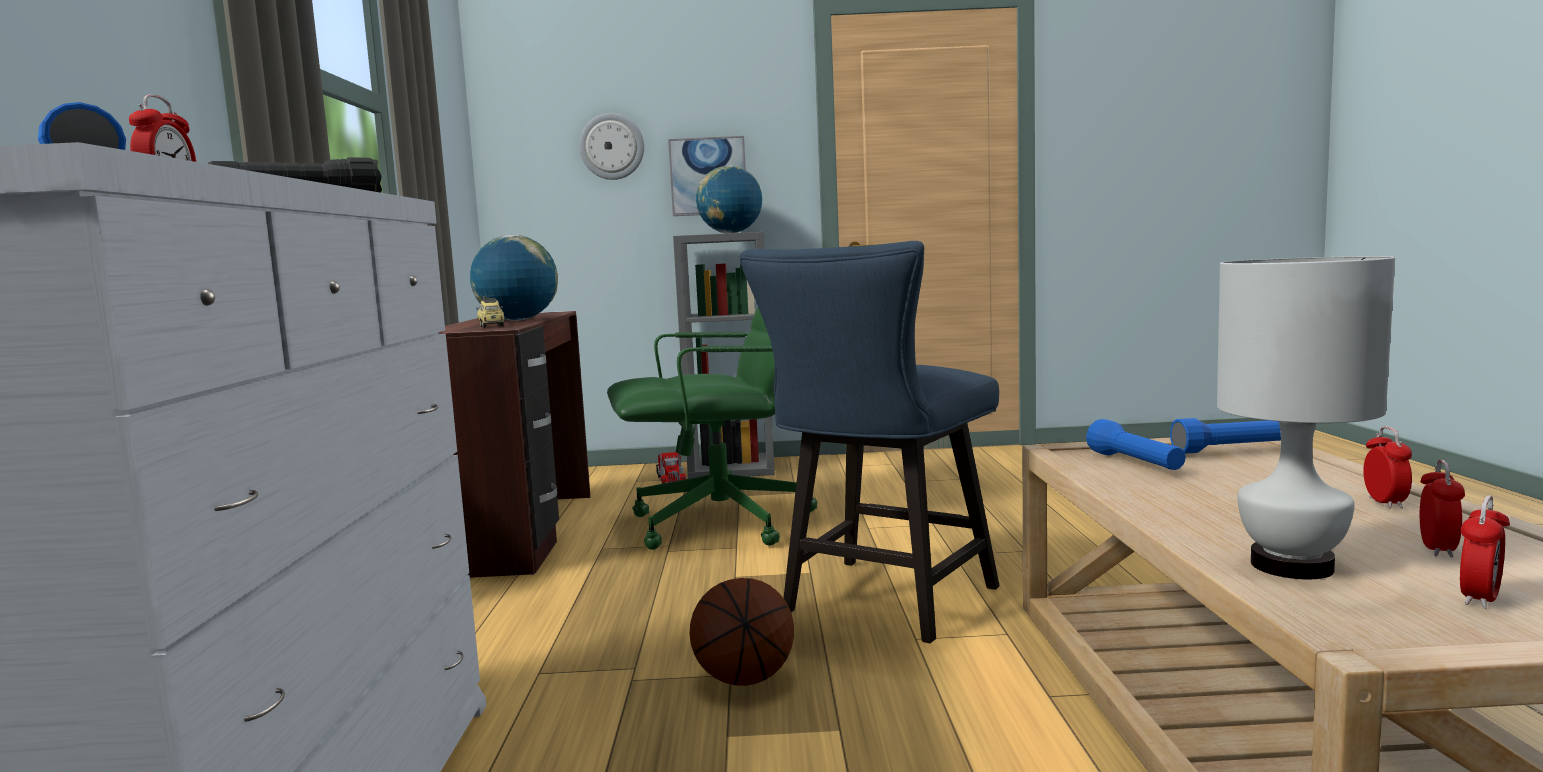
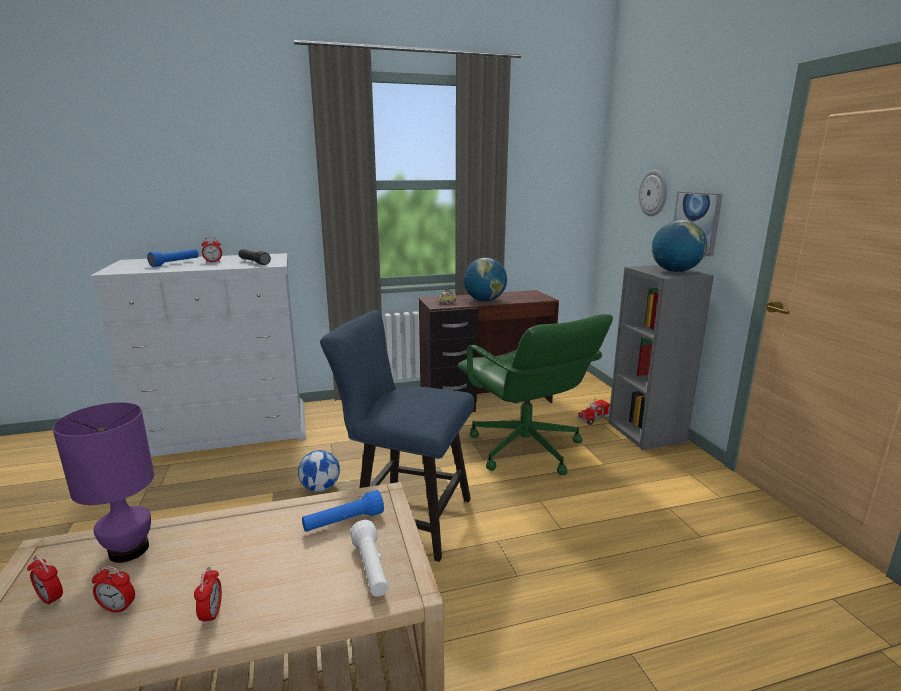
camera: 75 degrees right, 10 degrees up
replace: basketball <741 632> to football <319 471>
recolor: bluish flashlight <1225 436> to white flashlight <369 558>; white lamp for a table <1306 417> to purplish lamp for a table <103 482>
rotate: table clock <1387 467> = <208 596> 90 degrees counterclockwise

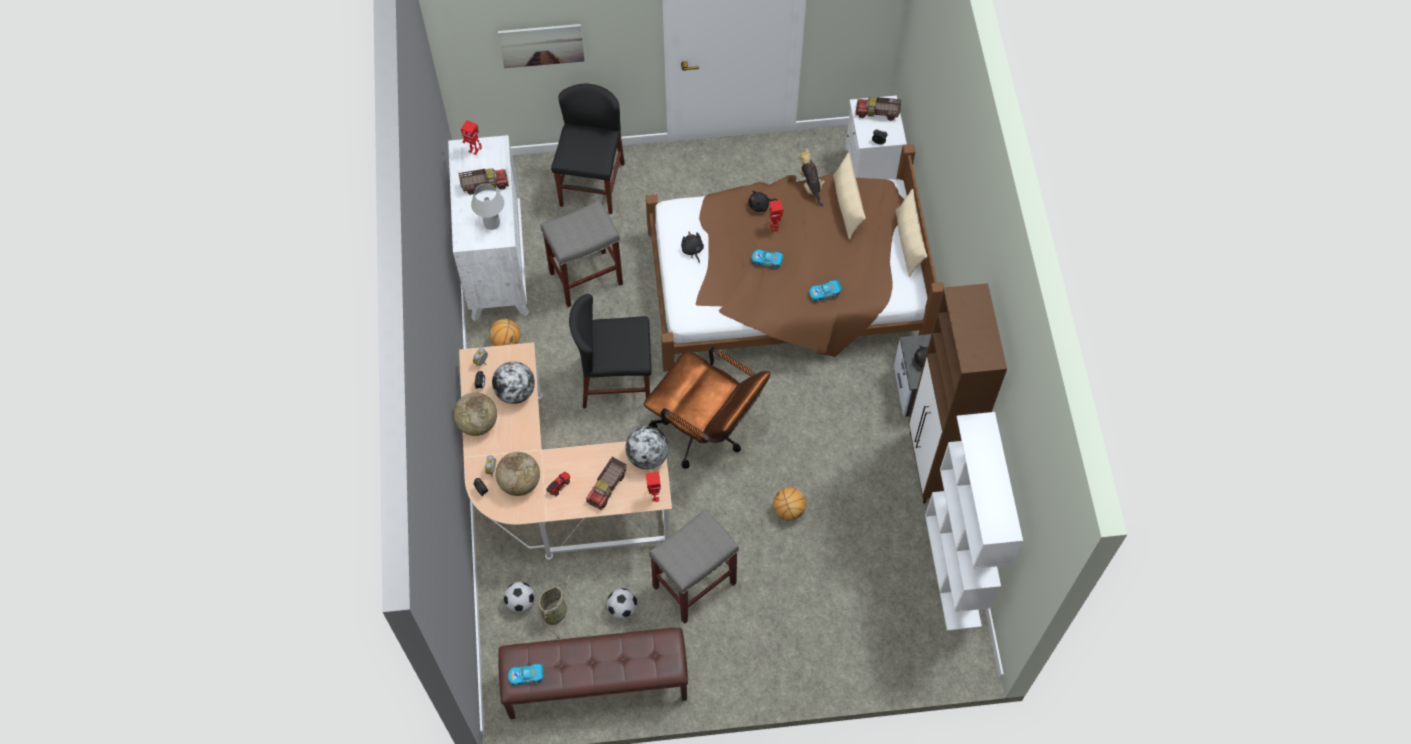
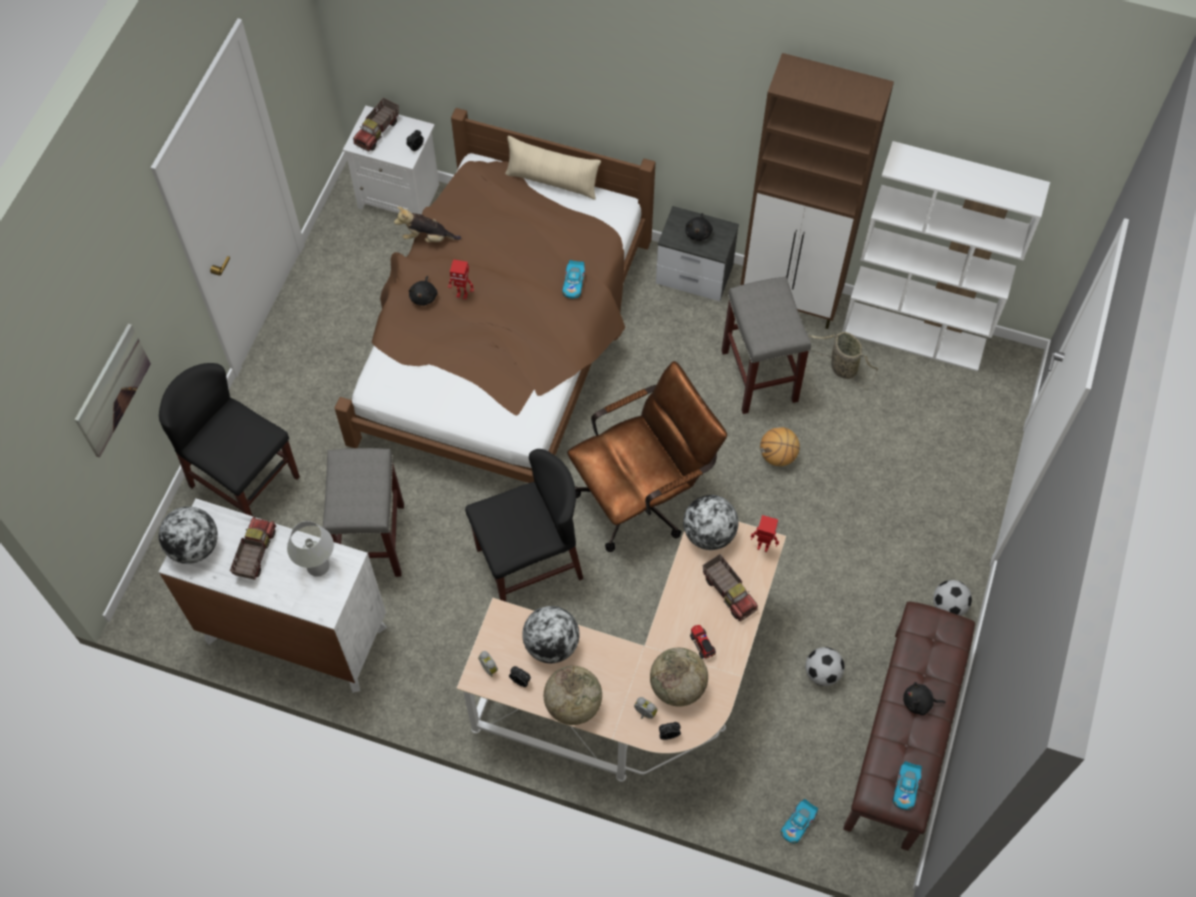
camera: 65 degrees left, 0 degrees up
delete: basketball <505 332>; beige-coloured cushion <849 196>
move: football <519 597> to <952 598>; household basket <554 607> to <843 359>; gray sitting stool <694 566> to <766 345>; black-coloured soft toy <692 248> to <924 698>; toy car <767 259> to <799 821>
replace: robot figure <471 137> to desk globe <188 535>
rotate: black-coloured plain chair <610 351> = <524 525> 135 degrees counterclockwise

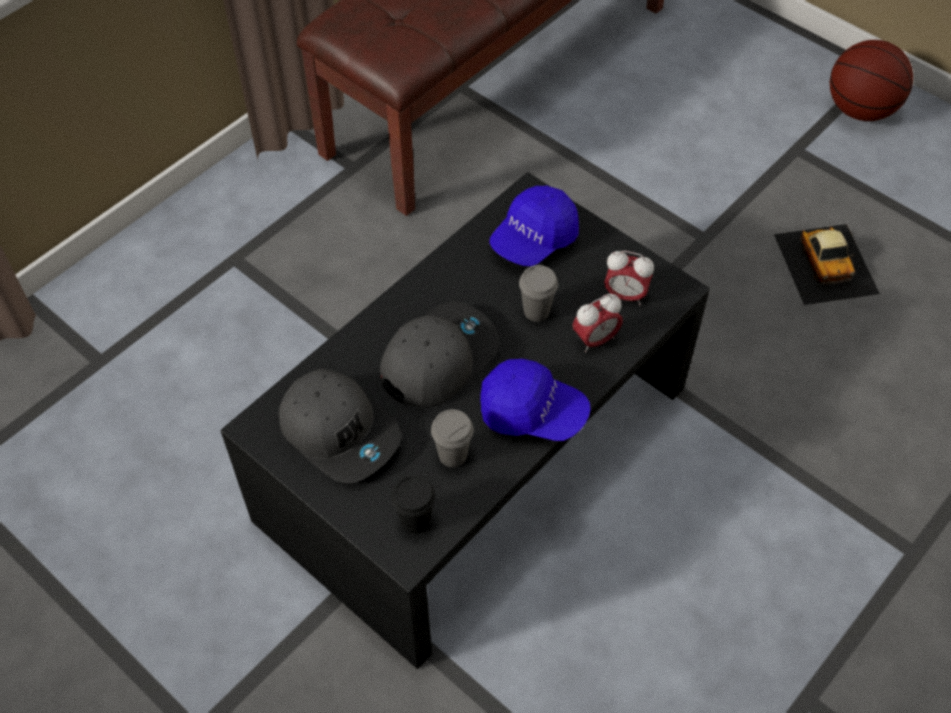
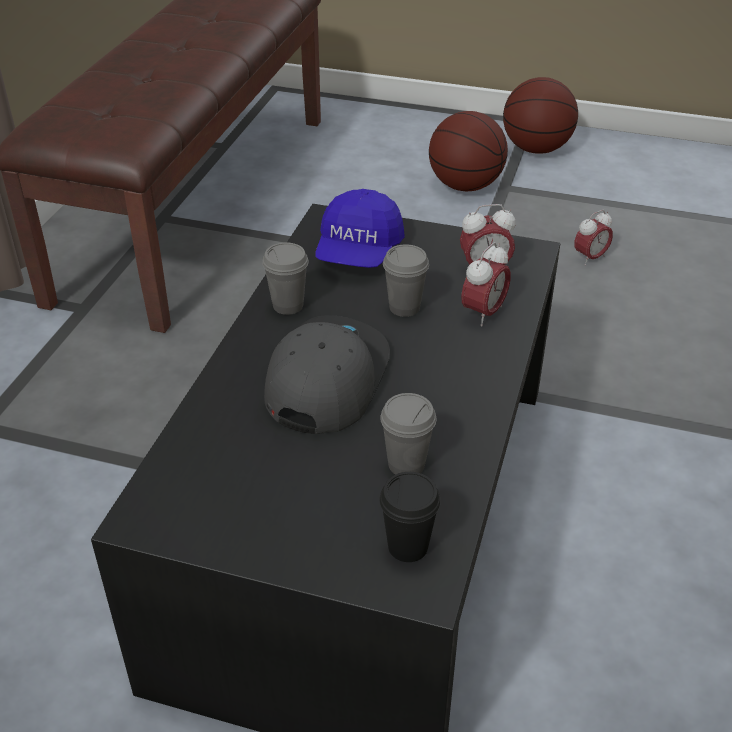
camera: 25 degrees left, 15 degrees down
delete: gray peaked cap <340 426>; bluish peaked cap <535 400>
insert: gray drinking cup <285 278>; basketball <468 151>
replace: toy car <827 264> to table clock <593 237>

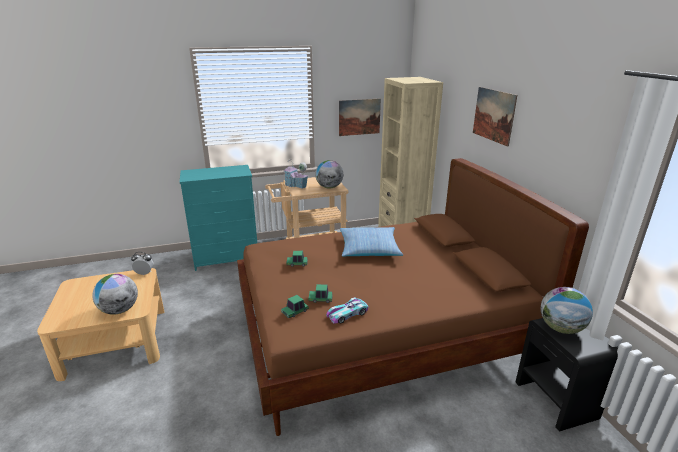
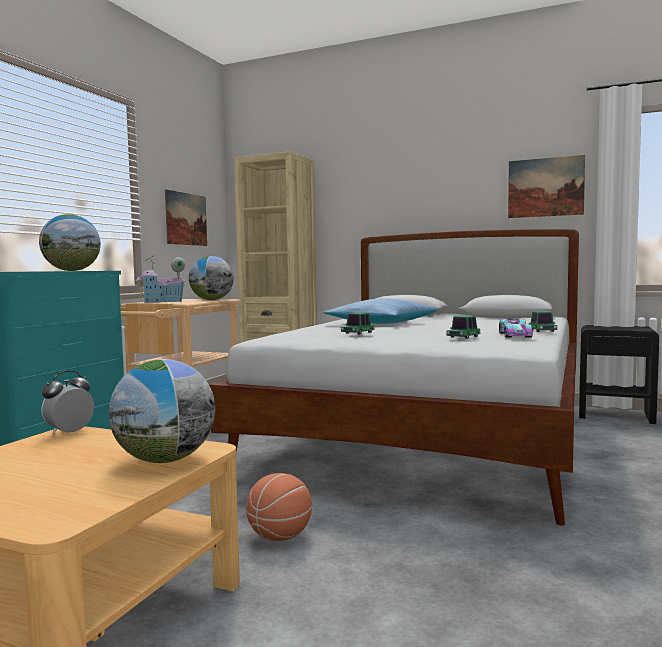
camera: 50 degrees left, 20 degrees down
insert: basketball <279 507>
move: toy car <295 306> to <543 321>; wall art <495 117> to <546 186>; desk globe <567 310> to <70 242>
recolor: brownish sleeping bed <413 297> to white sleeping bed <394 377>

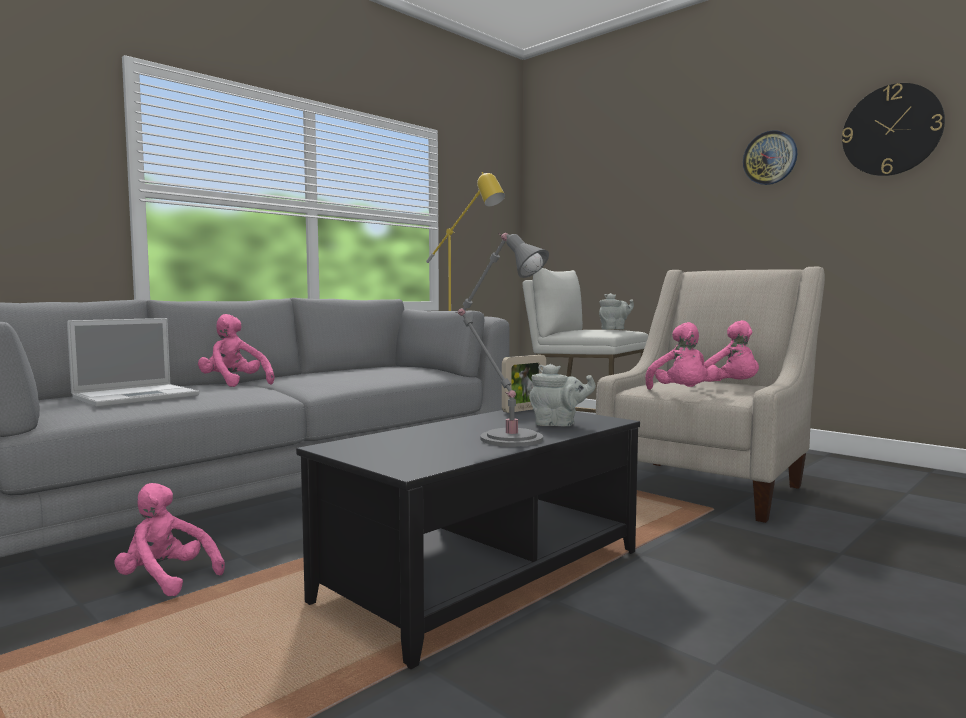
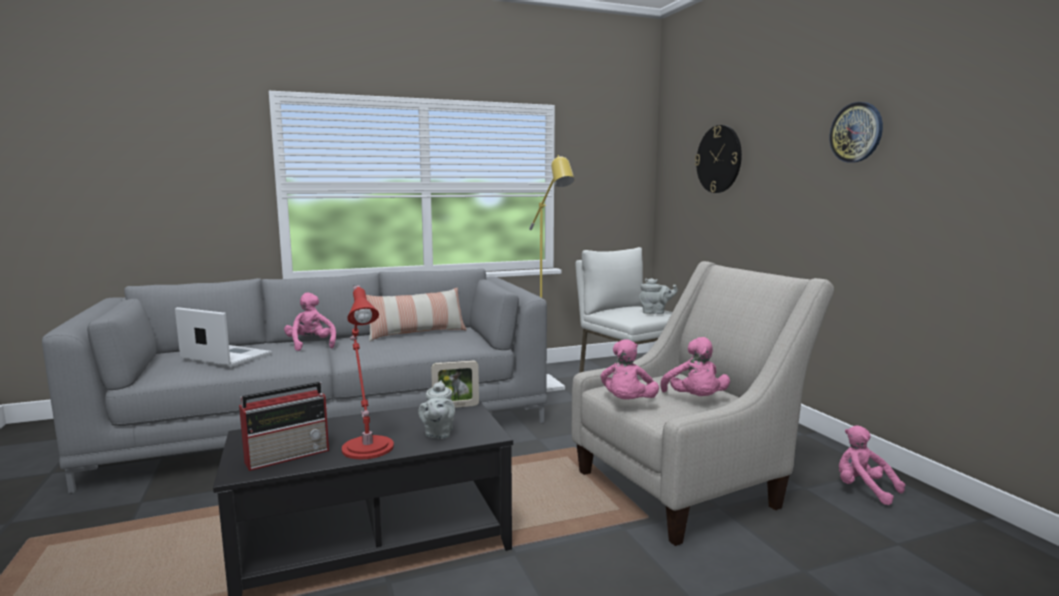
camera: 25 degrees right, 5 degrees up
insert: radio set <284 426>; cushion <416 314>
move: pink soft toy <169 539> to <872 465>; wall clock <893 129> to <718 159>
recolor: gray lamp for a table <503 340> to reddish lamp for a table <368 372>
rotate: notebook computer <133 362> = <223 337> 135 degrees counterclockwise; gray pot for tea <562 395> = <436 409> 60 degrees clockwise

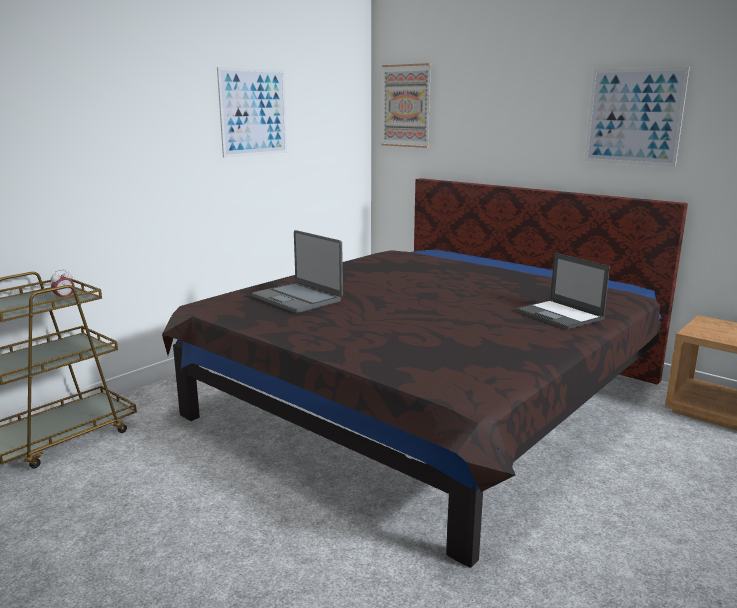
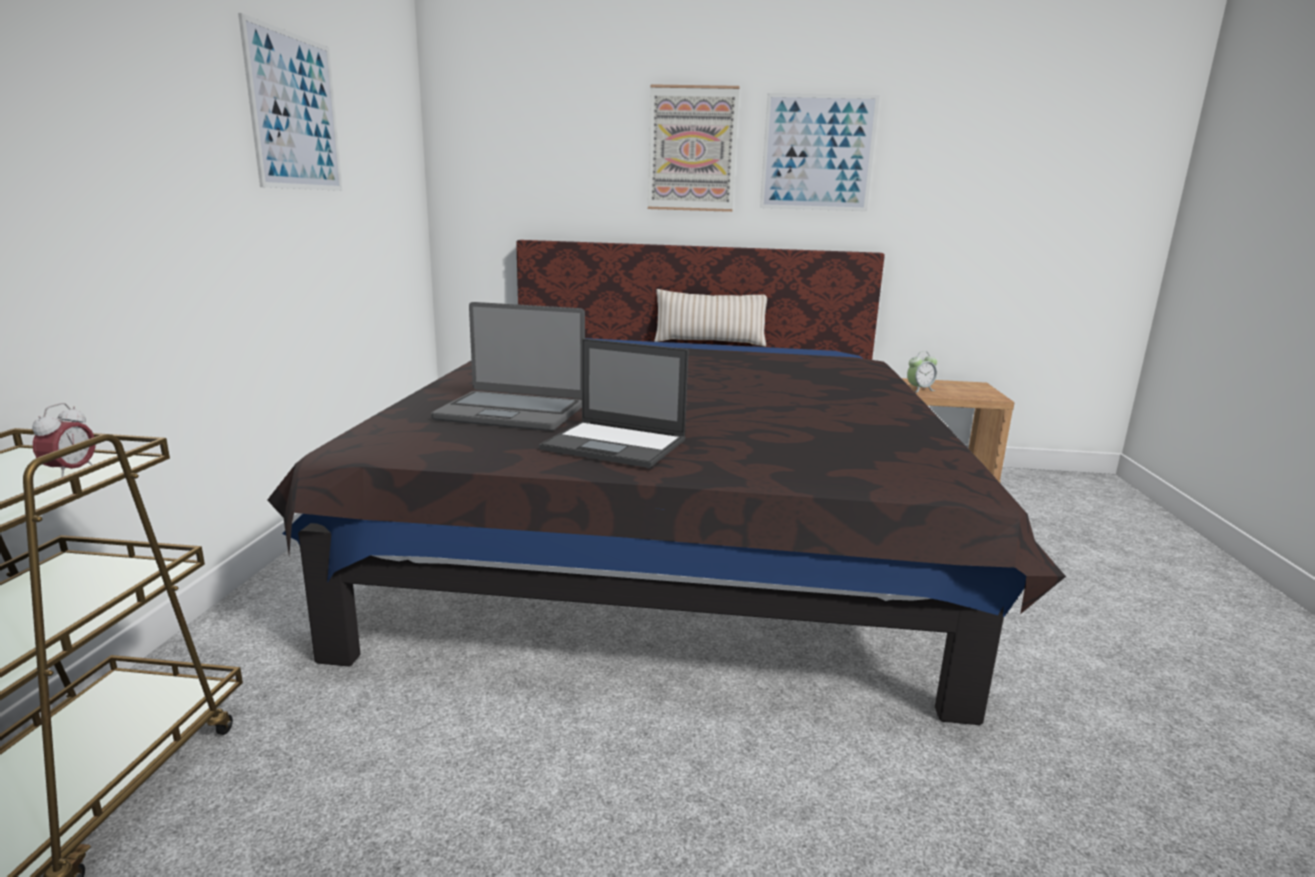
camera: 35 degrees left, 0 degrees up
insert: beige-coloured cushion <710 318>; table clock <922 371>
move: wall art <406 105> to <694 148>; notebook computer <563 291> to <614 403>

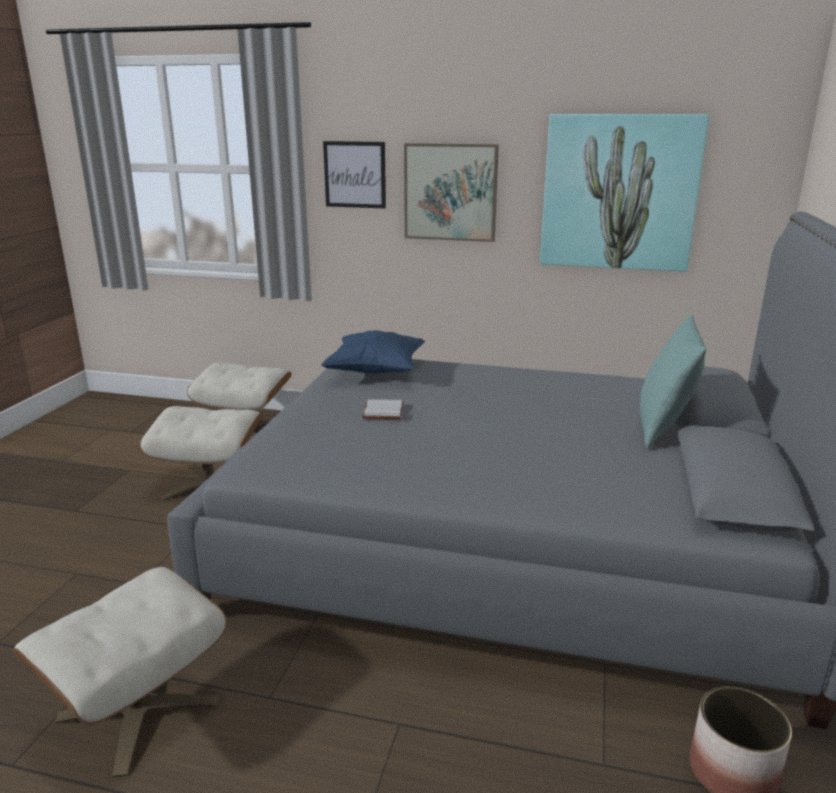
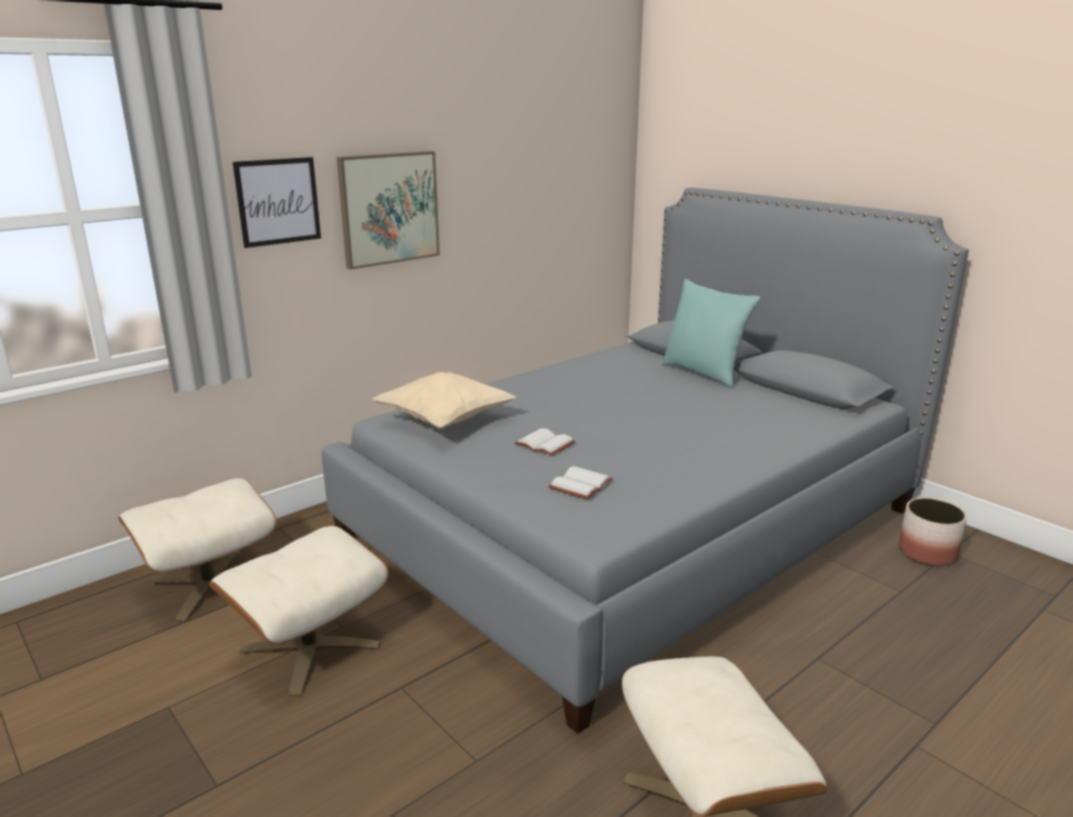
camera: 55 degrees left, 0 degrees up
delete: wall art <624 193>
insert: white book <580 482>
recolor: bluish cushion <373 352> to beige-coloured cushion <444 400>

